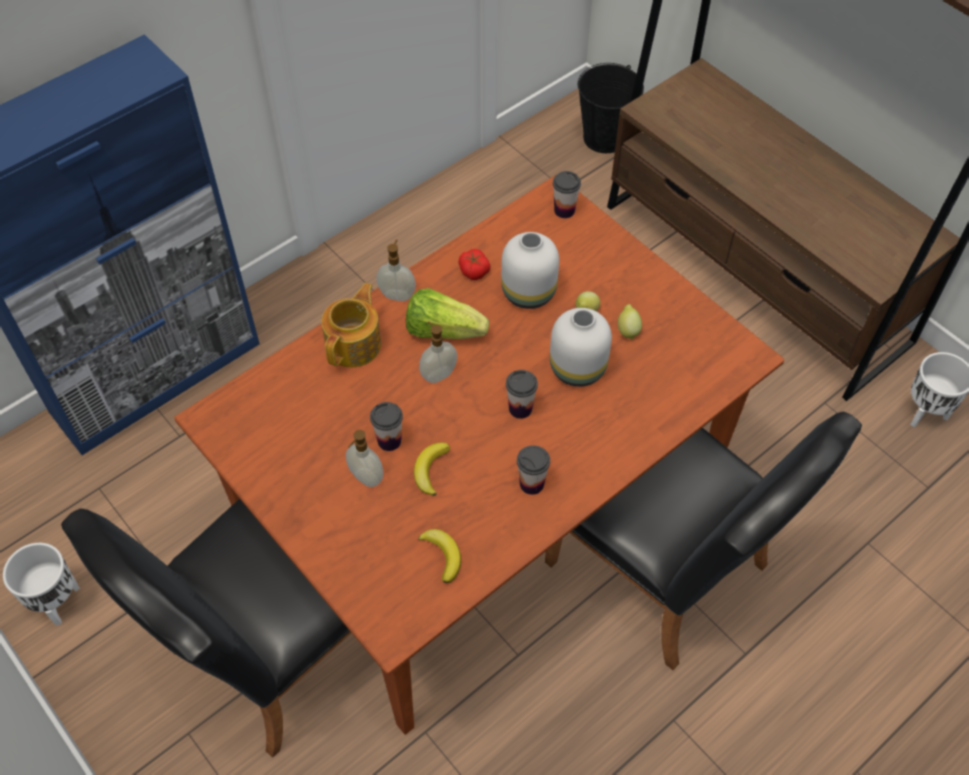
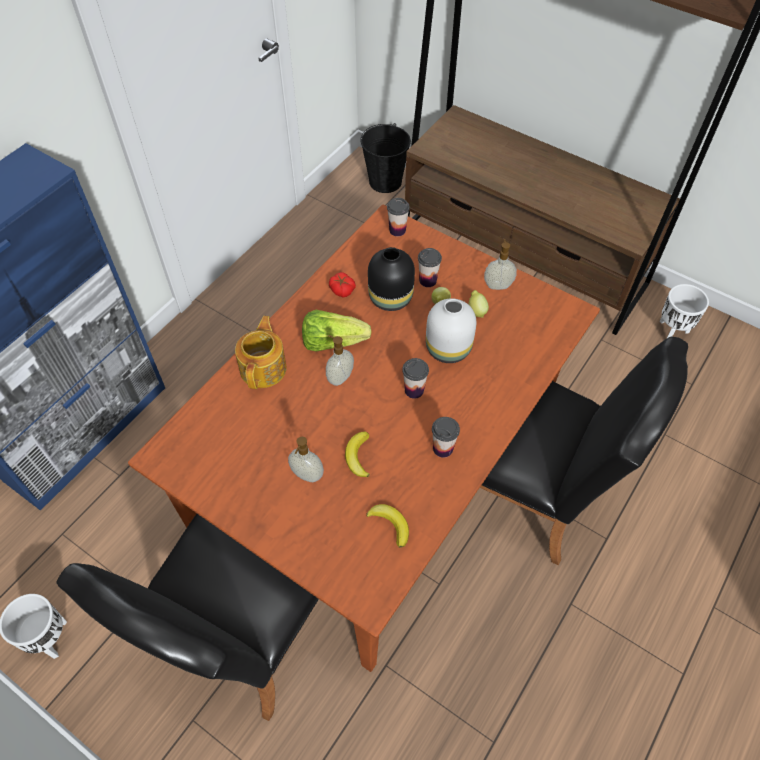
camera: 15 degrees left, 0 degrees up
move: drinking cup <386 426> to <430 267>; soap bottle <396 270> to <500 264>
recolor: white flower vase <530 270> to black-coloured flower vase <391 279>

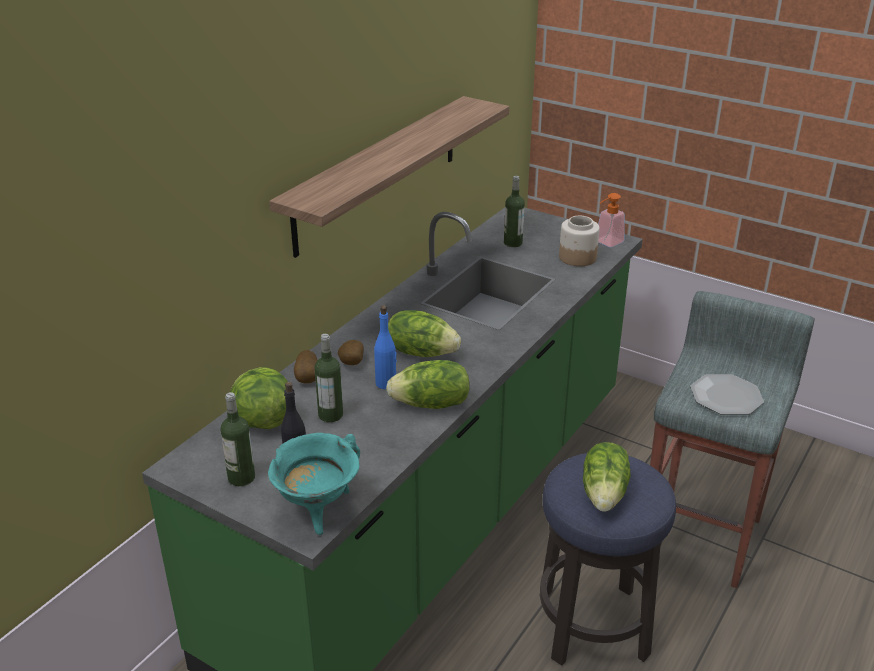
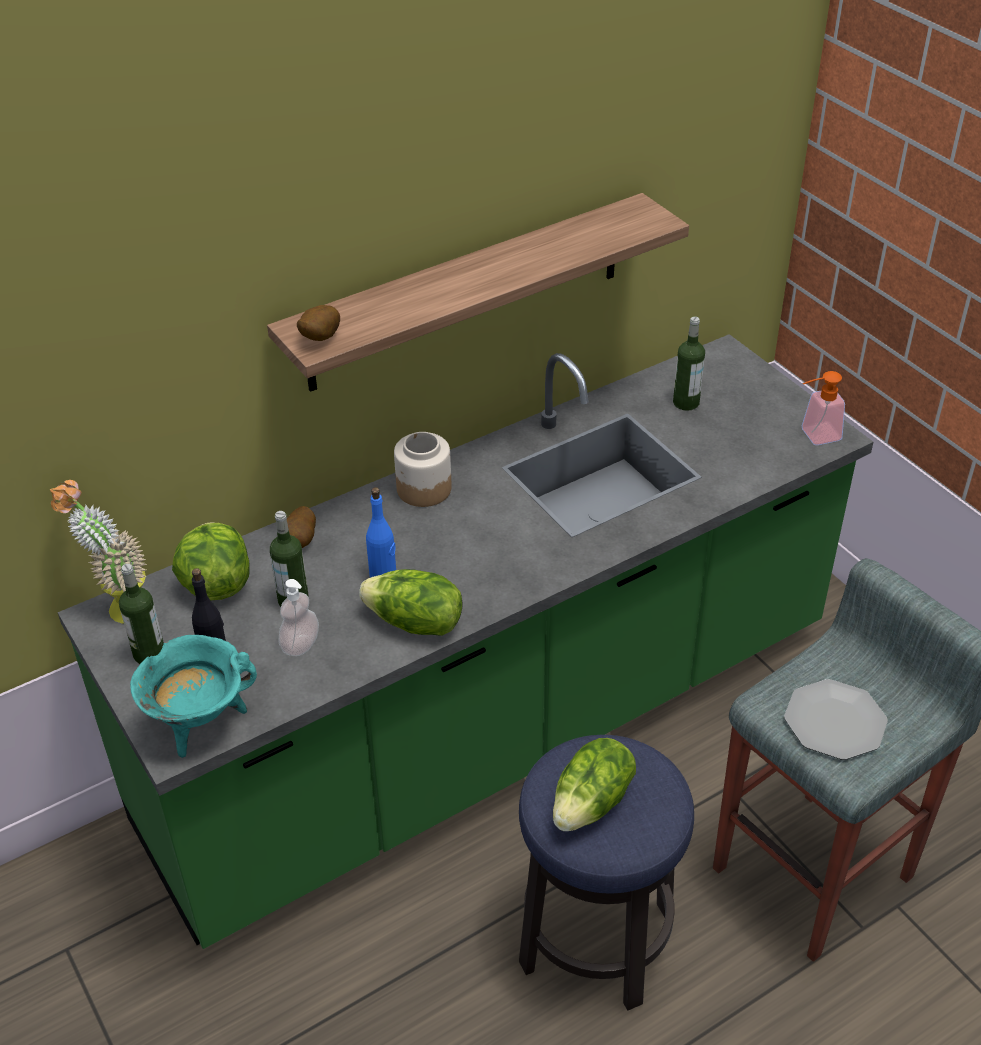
camera: 25 degrees right, 10 degrees up
delete: lettuce head <424 333>
insert: potted plant <98 552>; soap bottle <298 617>
move: spud <351 352> to <318 323>; jar <579 241> to <423 469>

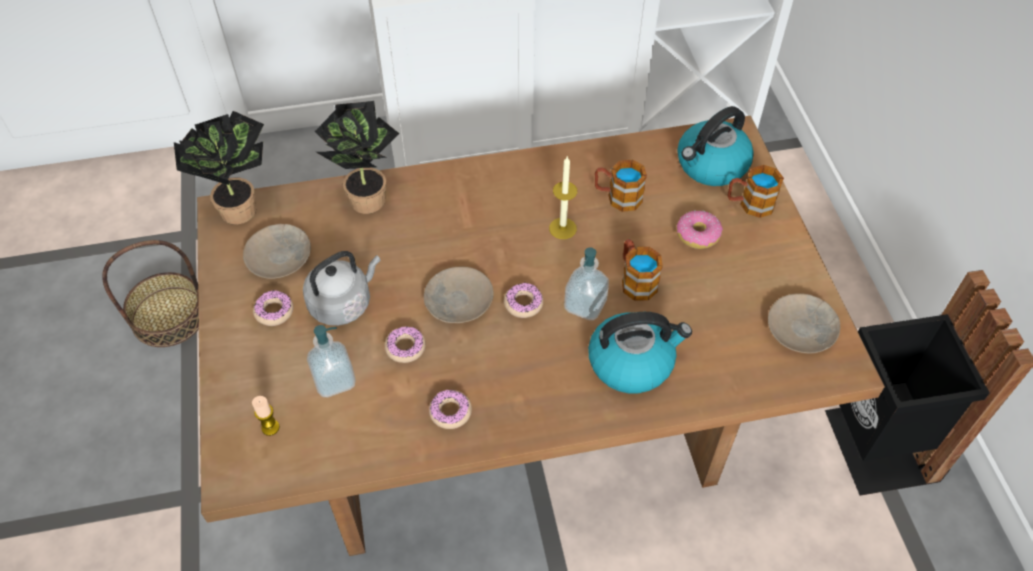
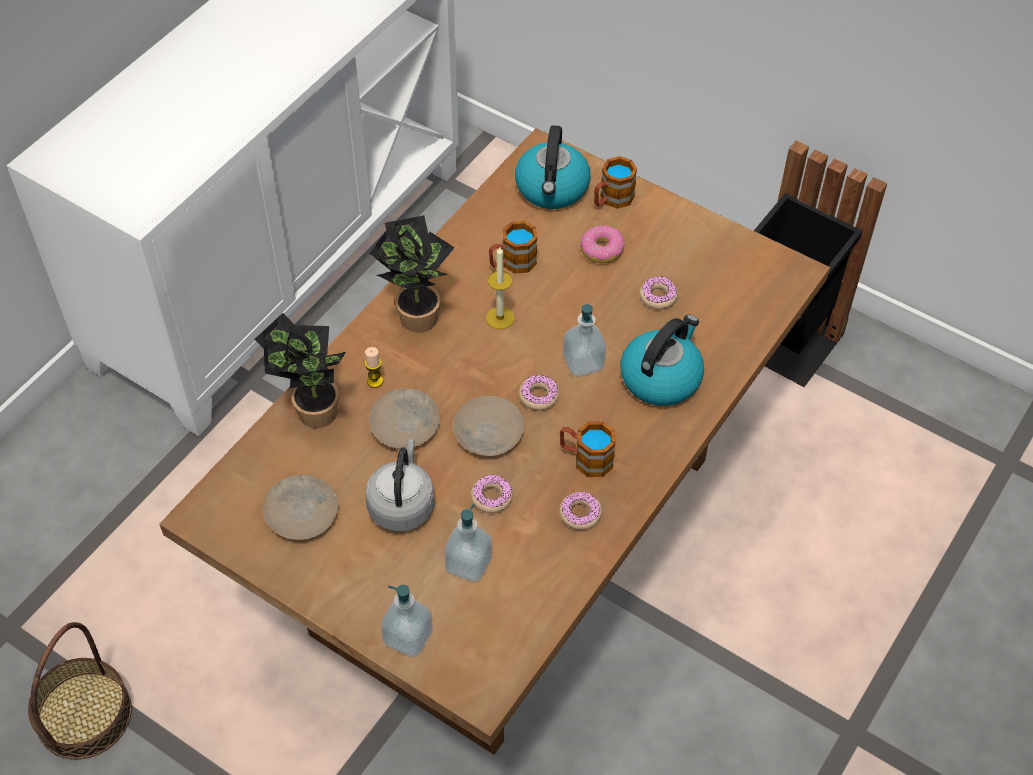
camera: 45 degrees left, 0 degrees up
insert: soap bottle <407 621>
move: potted plant <219 168> to <412 274>; wax candle <266 416> to <373 367>; donut <273 308> to <659 293>; mug <642 270> to <588 449>; beige-coloured plate <804 323> to <404 418>

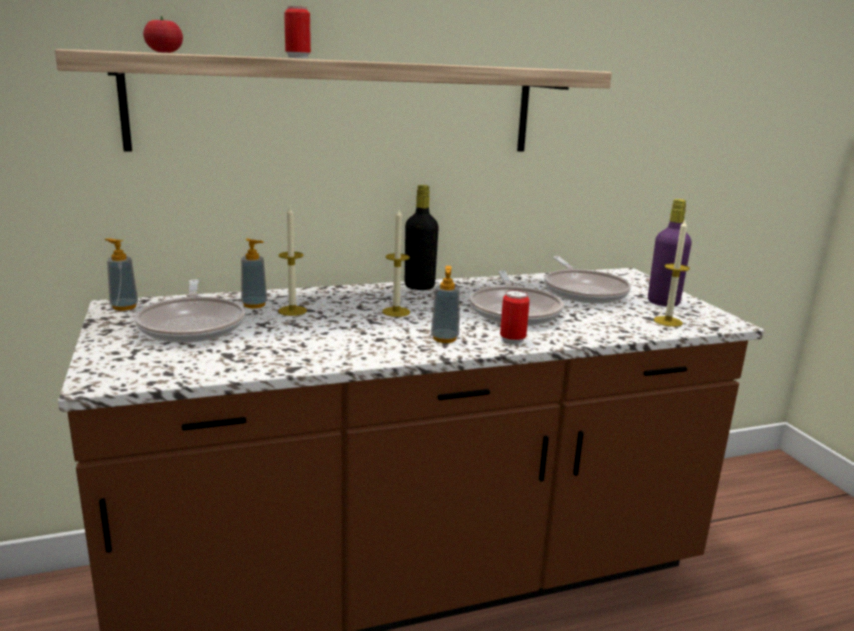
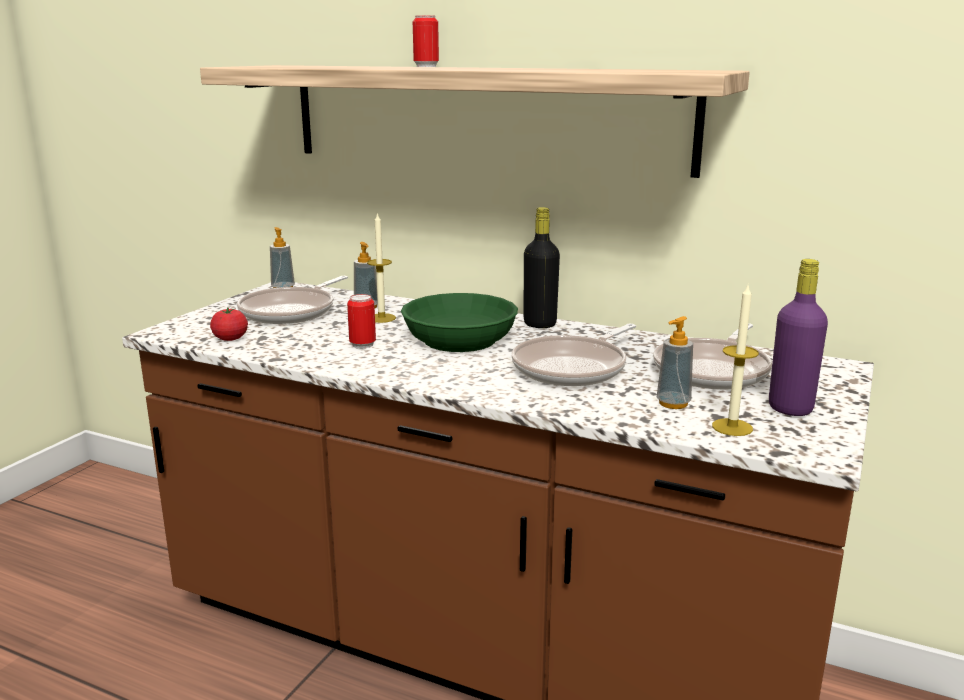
camera: 45 degrees right, 0 degrees up
move: fresh tomato <163 34> to <229 324>; soap bottle <445 304> to <675 362>; sealed can <515 317> to <361 321>
replace: wax candle <396 263> to greenish deep dish <459 322>

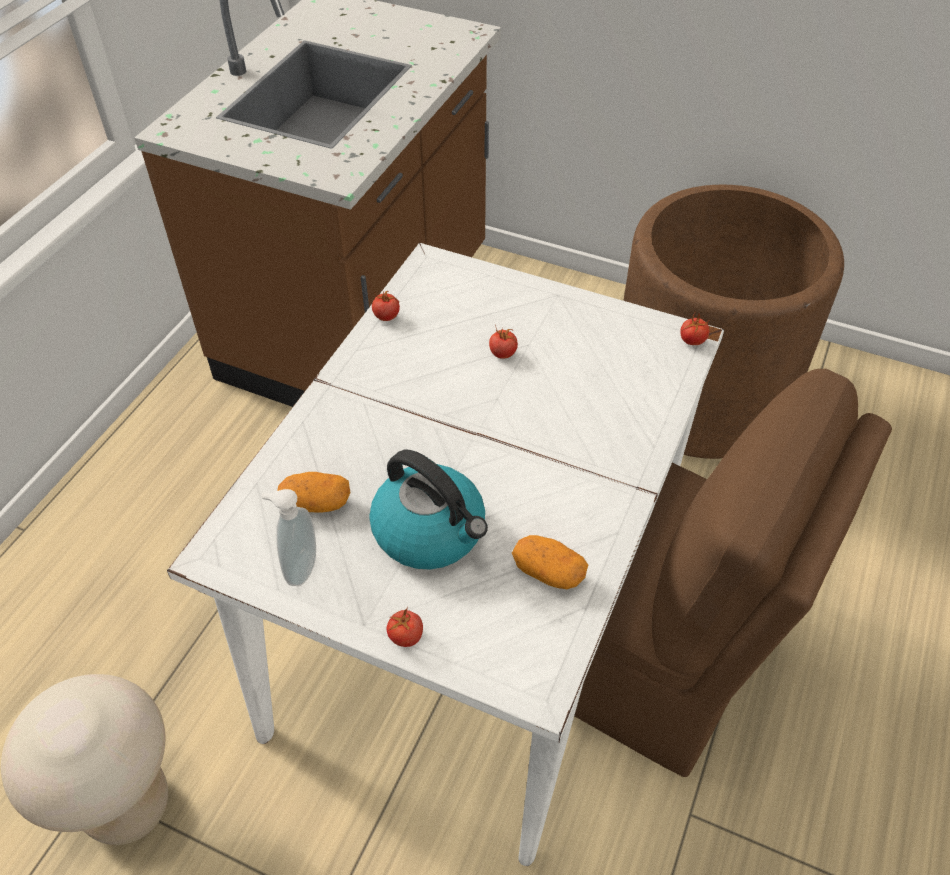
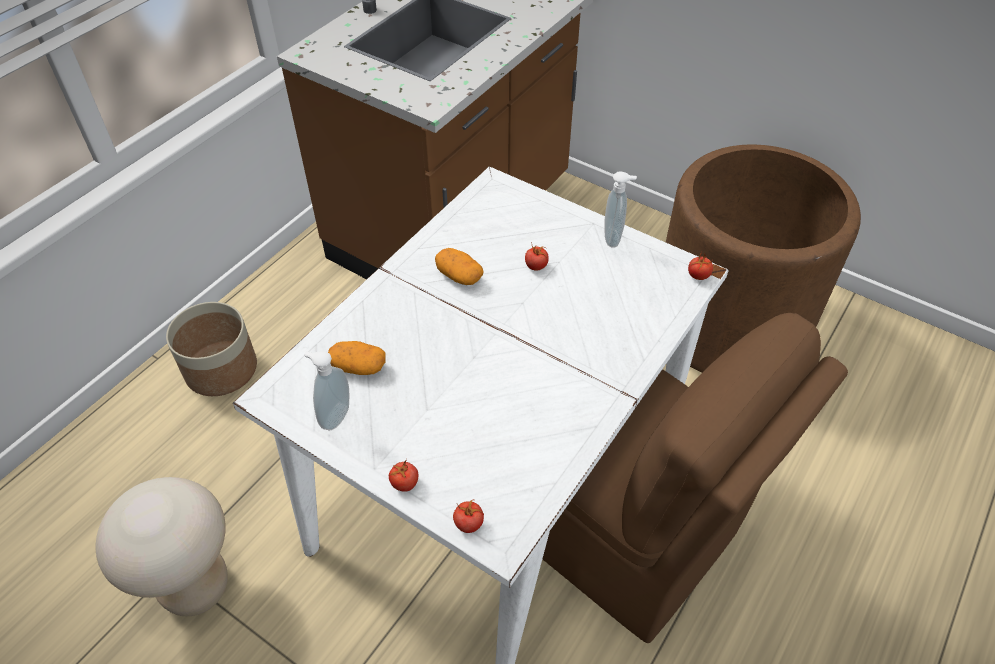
camera: 10 degrees right, 0 degrees up
delete: tea kettle <428 509>
insert: flower pot <211 349>; soap bottle <620 209>
move: fresh tomato <386 306> to <468 516>; spud <550 562> to <459 266>

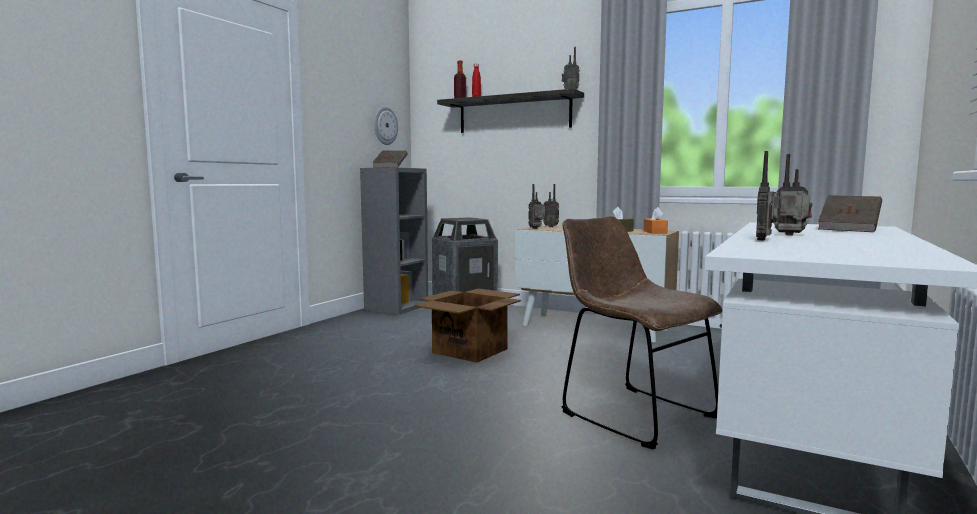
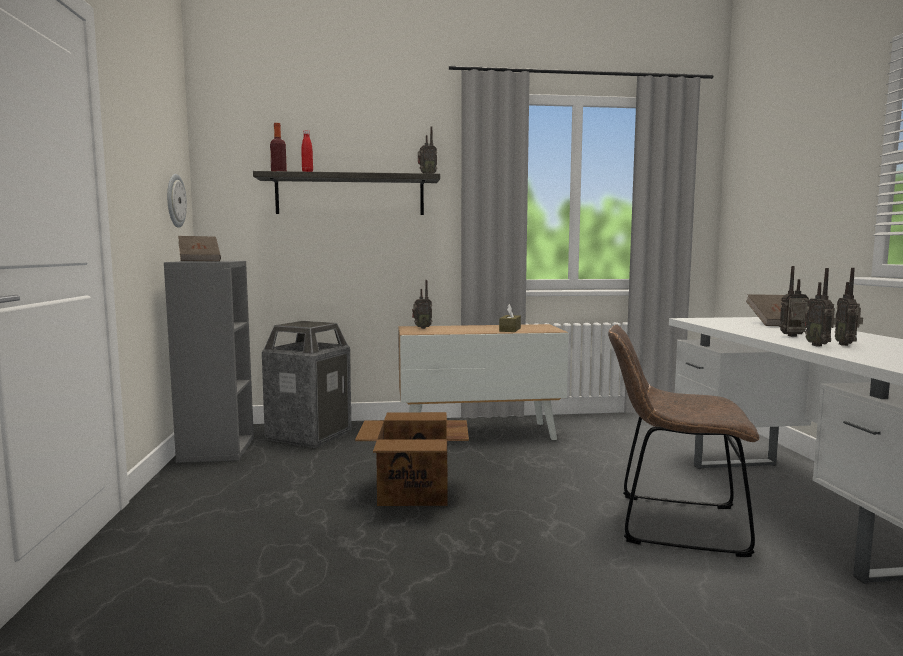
camera: 35 degrees left, 0 degrees up
delete: orangey box of tissues <656 220>
move: radio set <536 206> to <849 307>

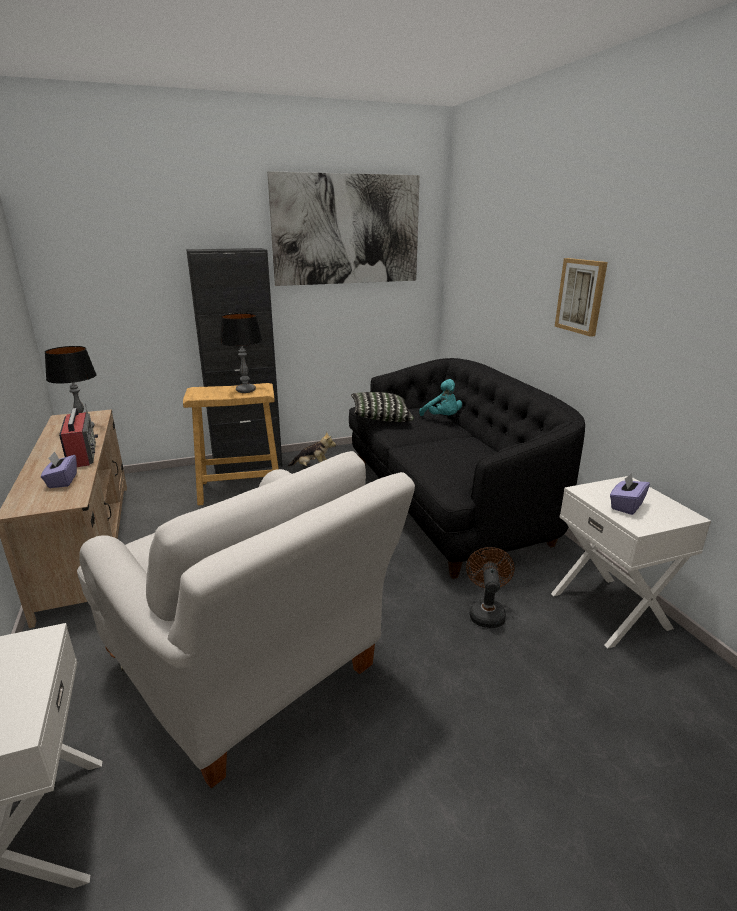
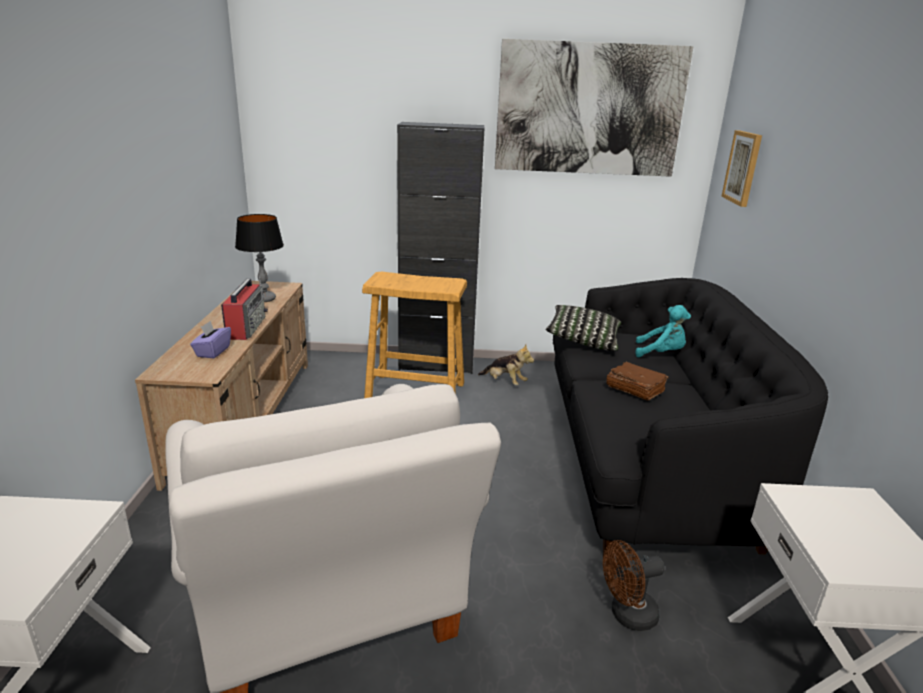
camera: 20 degrees right, 0 degrees up
delete: lamp for a table <241 353>; purplish box of tissues <630 494>
insert: brownish book <637 381>
move: wall art <581 297> to <741 168>
rotate: blue-green soft toy <440 397> = <663 331> 60 degrees counterclockwise; brownish electric fan <490 587> = <634 585> 135 degrees counterclockwise

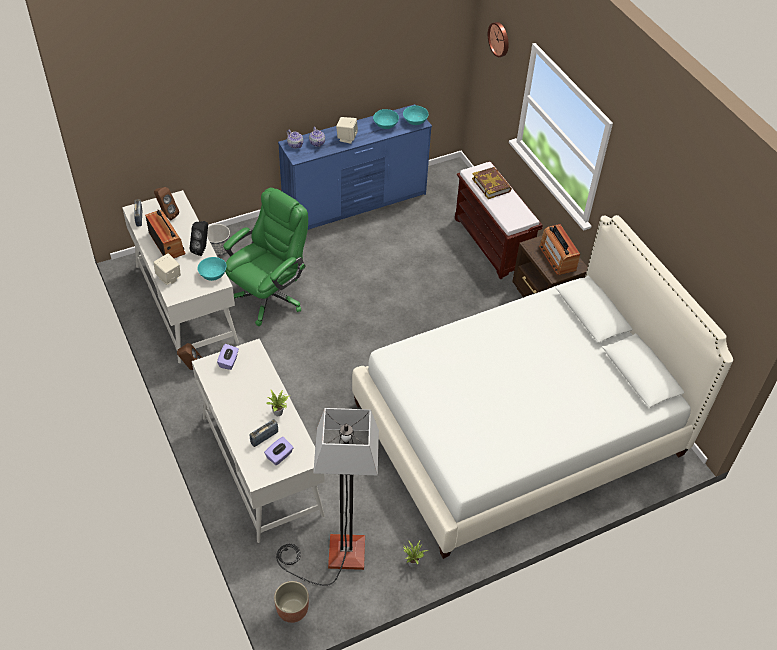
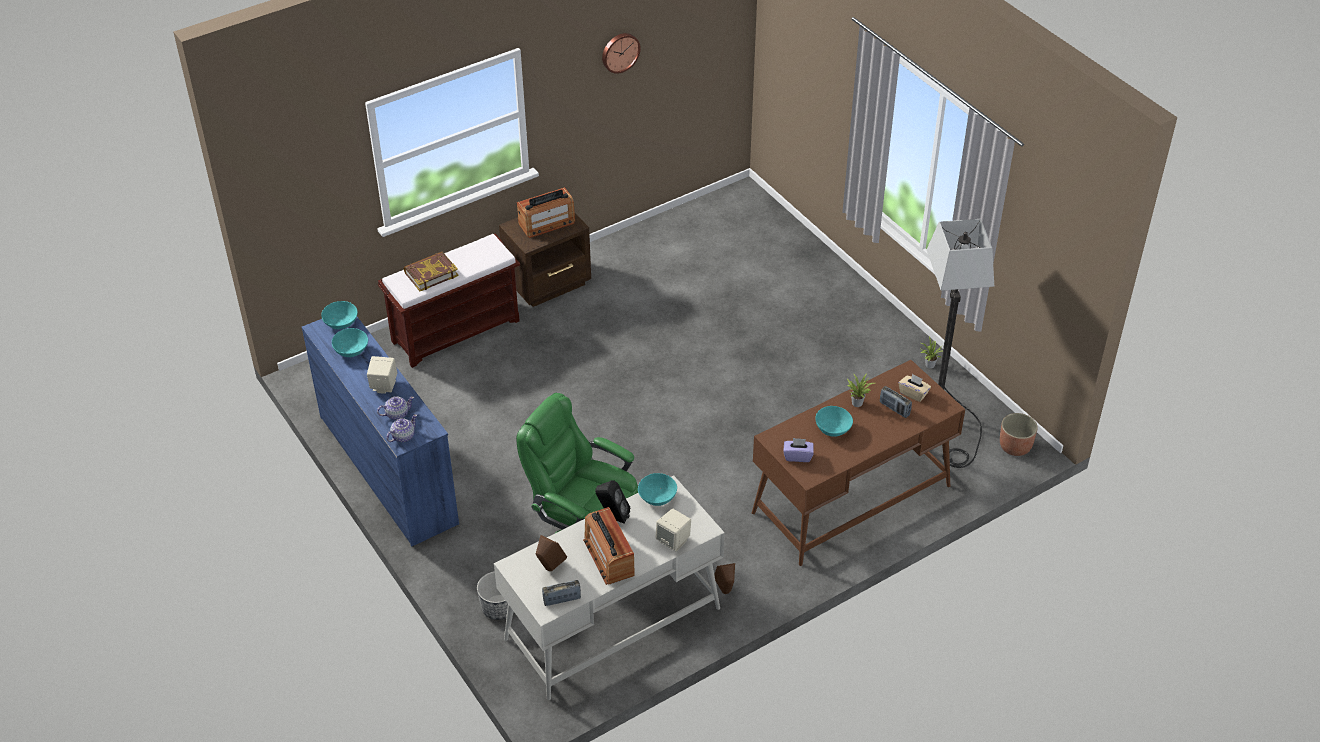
camera: 95 degrees left, 5 degrees down
delete: white sleeping bed <542 387>
insert: blue-green deep dish <834 421>
move: wall clock <498 39> to <621 53>
recolor: white desk <258 441> to brownish desk <858 463>; purplish box of tissues <278 451> to beige-coloured box of tissues <915 388>
rotate: radio set <165 234> = <609 546> 75 degrees counterclockwise

